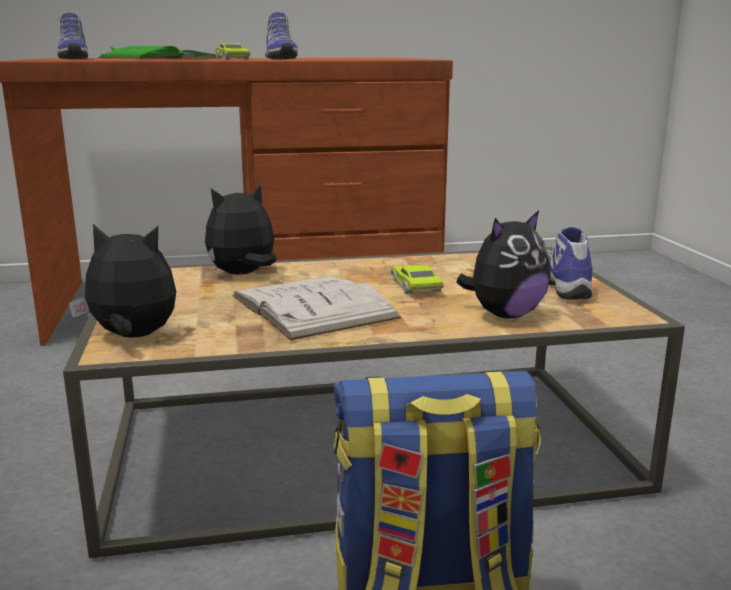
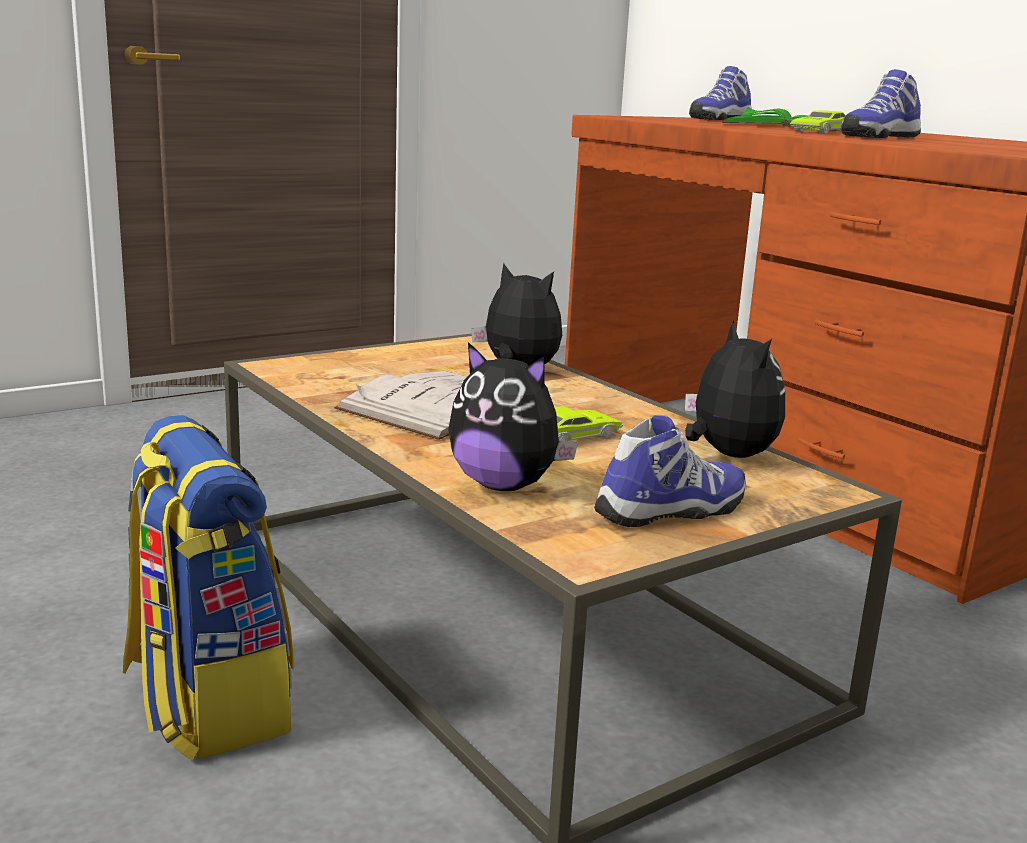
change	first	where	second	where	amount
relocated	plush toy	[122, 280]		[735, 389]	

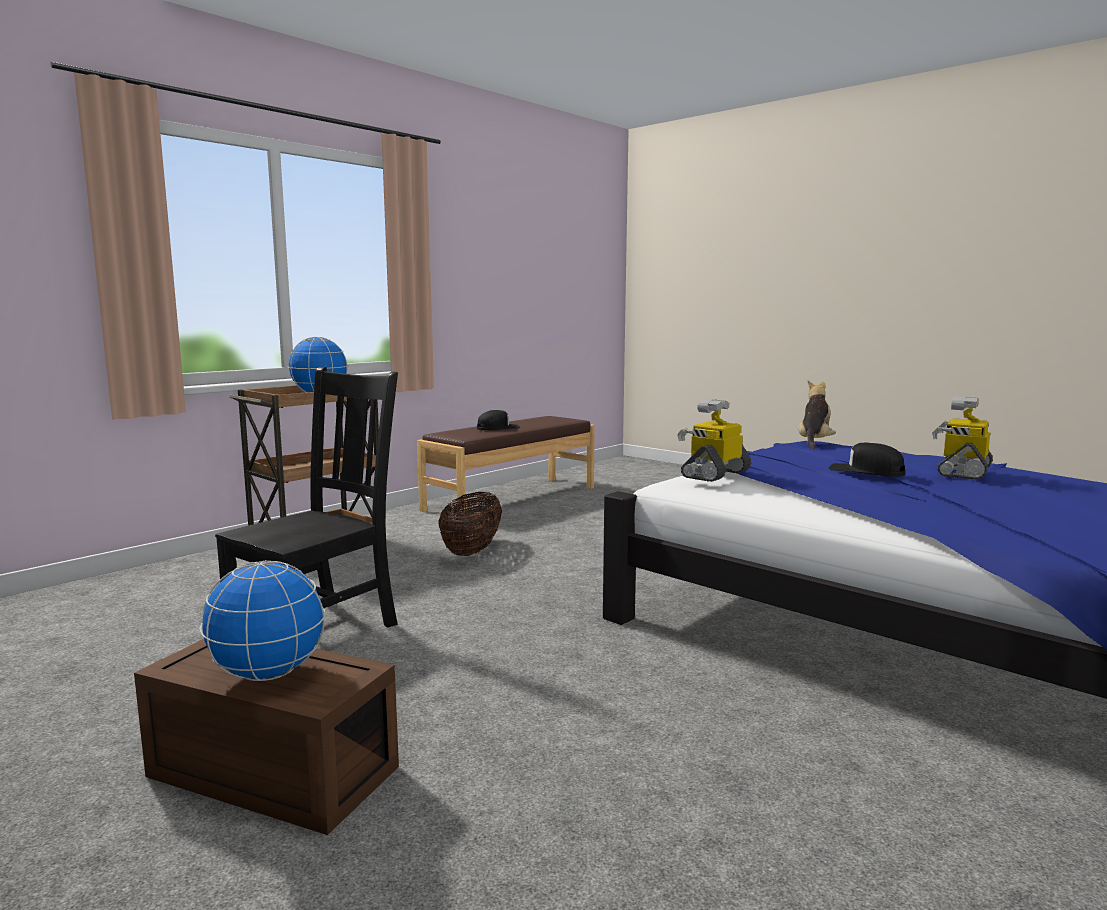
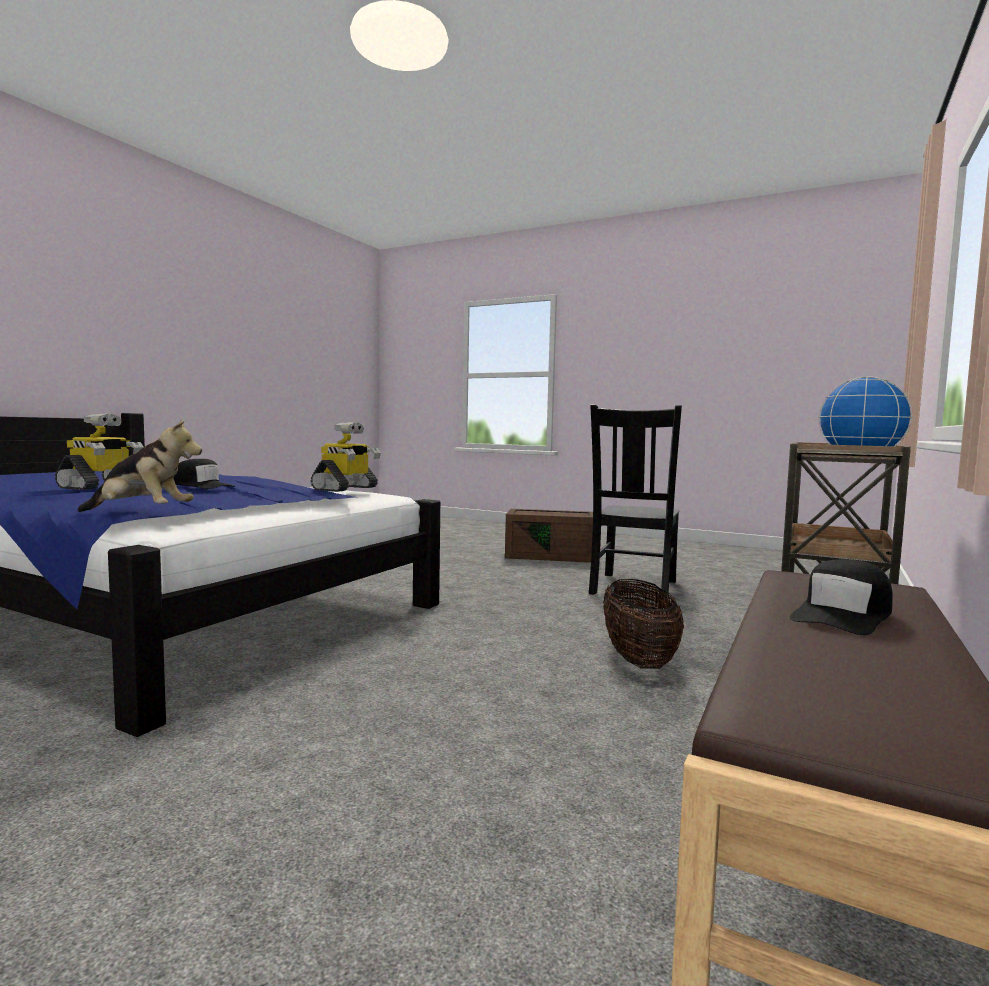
change	first	where	second	where	amount
spun	plush toy	[817, 415]		[140, 465]	90 degrees counterclockwise
missing	globe	[263, 620]			

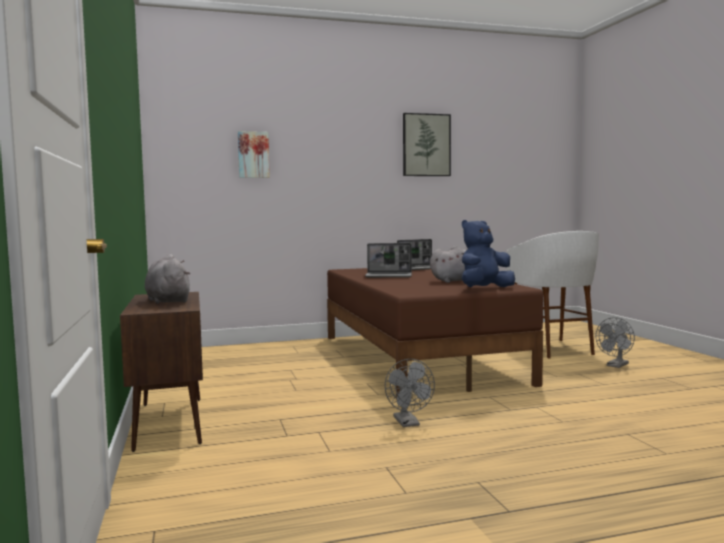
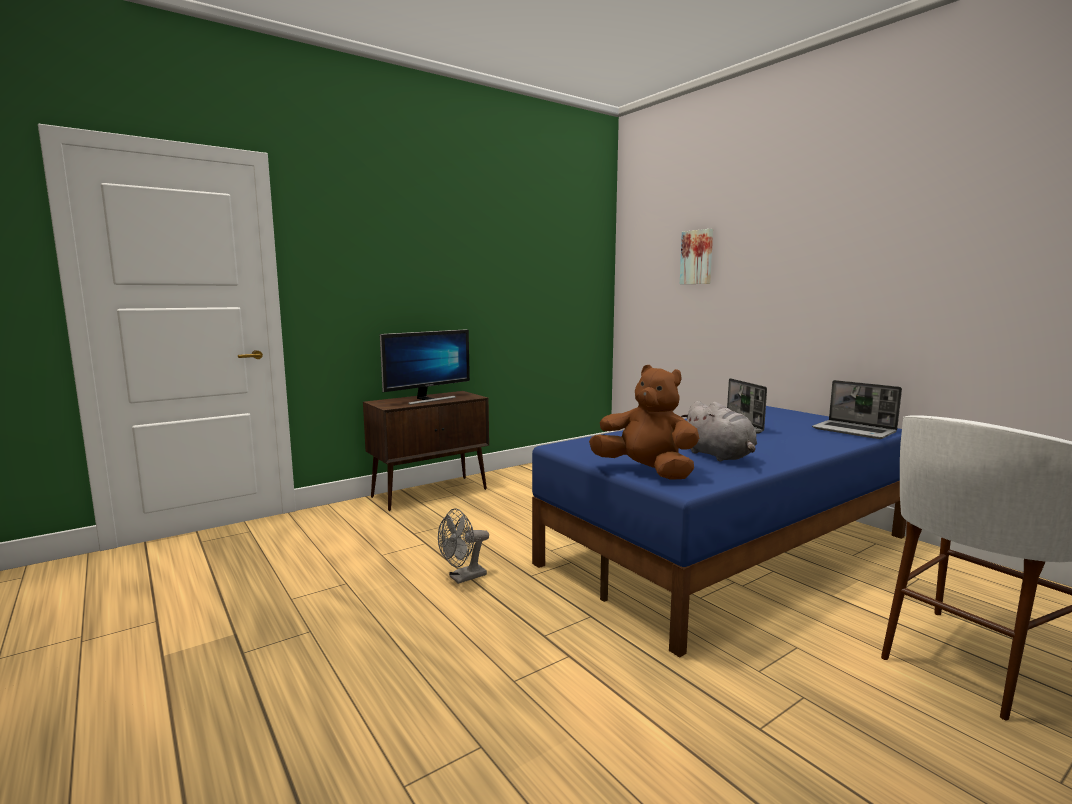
change	first	where	second	where	amount
exchanged	grey plush toy	[167, 279]	monitor	[425, 367]	
colour	brown bed	[435, 334]	blue bed	[719, 532]	
colour	blue plush toy	[488, 253]	brown plush toy	[644, 422]	
missing	picture	[427, 144]			
missing	grey fan	[615, 342]			

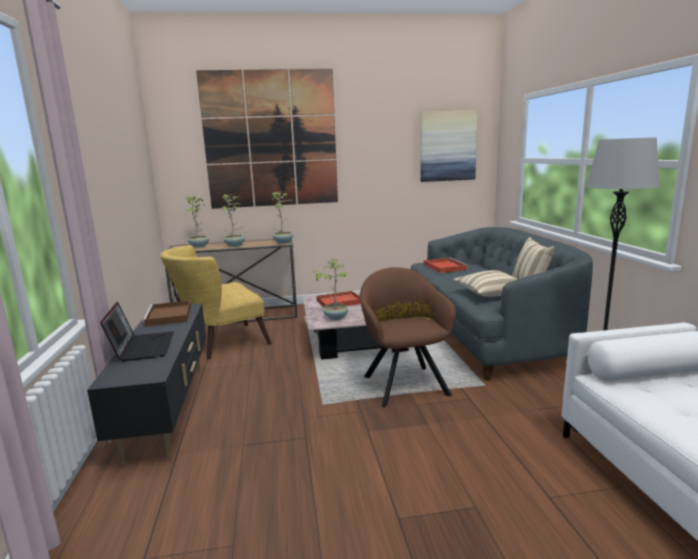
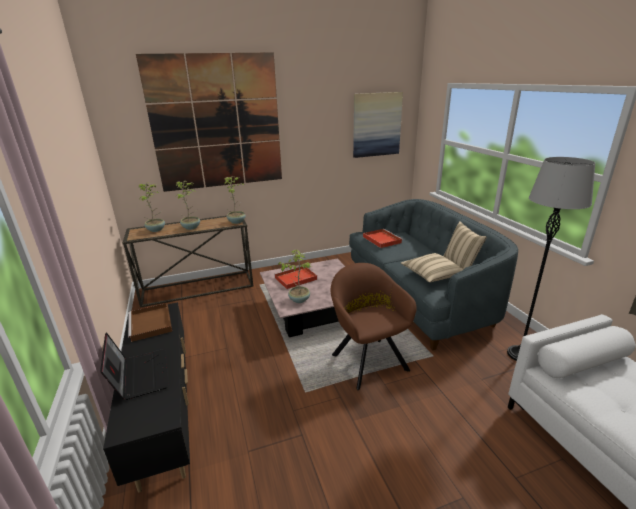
change	first	where	second	where	amount
missing	yellow armchair	[215, 302]			

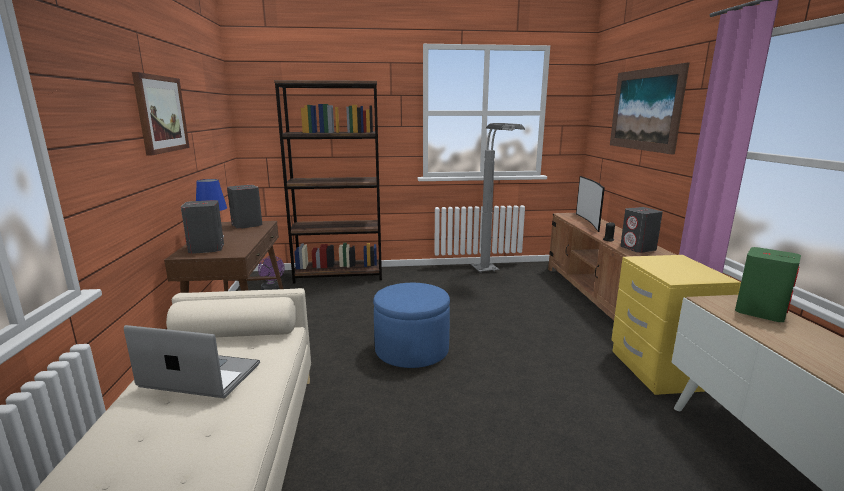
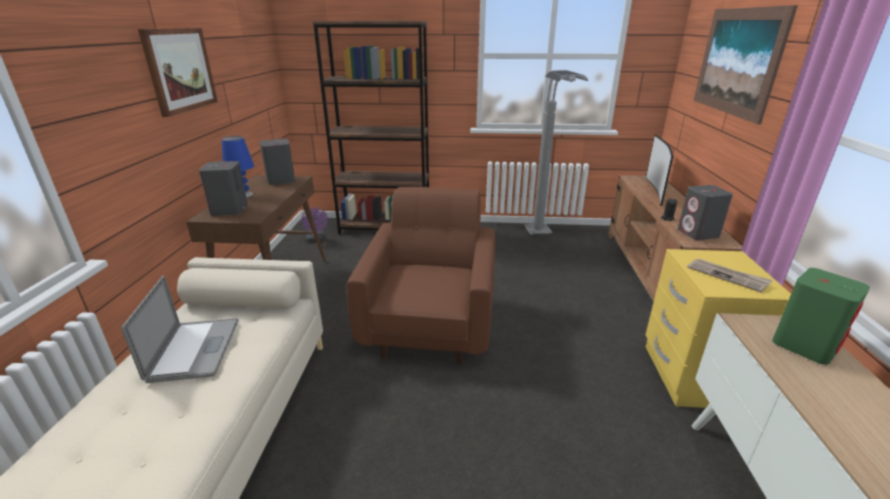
change	first	where	second	where	amount
spun	laptop	[192, 361]		[180, 329]	60 degrees clockwise
exchanged	blue ottoman	[411, 325]	brown armchair	[421, 276]	
appeared			newspaper	[730, 276]	

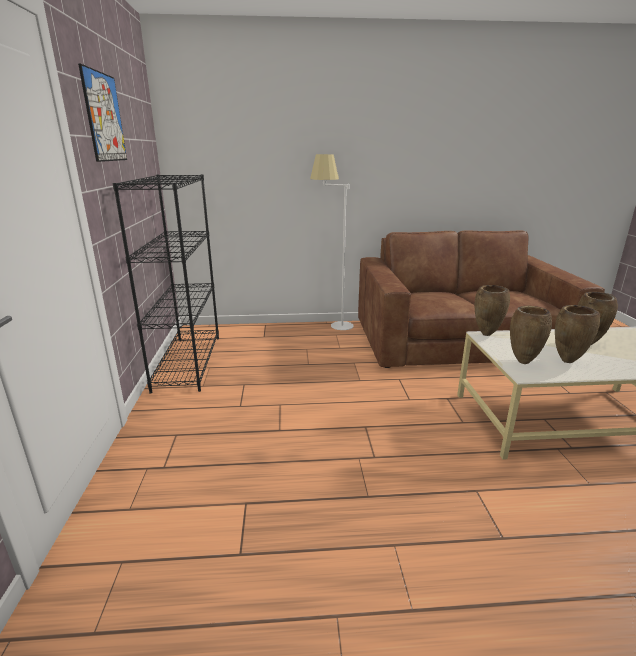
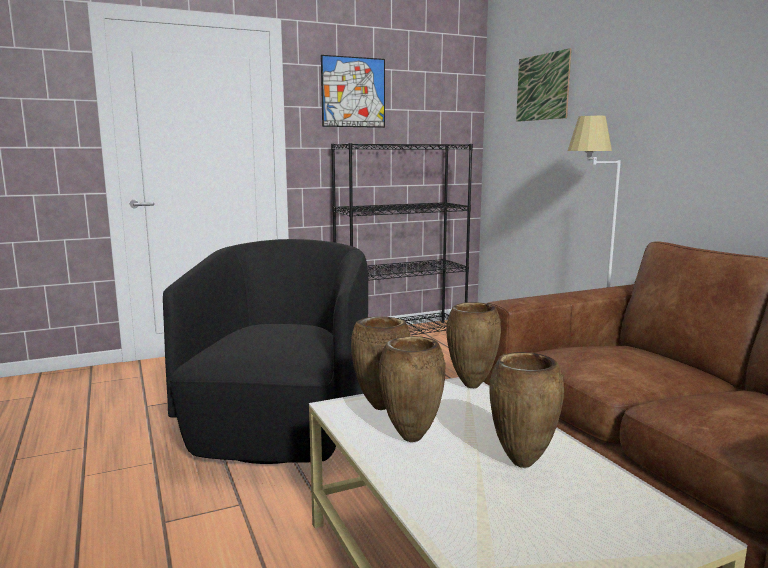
change	first	where	second	where	amount
appeared			black armchair	[265, 351]	
appeared			picture	[544, 85]	

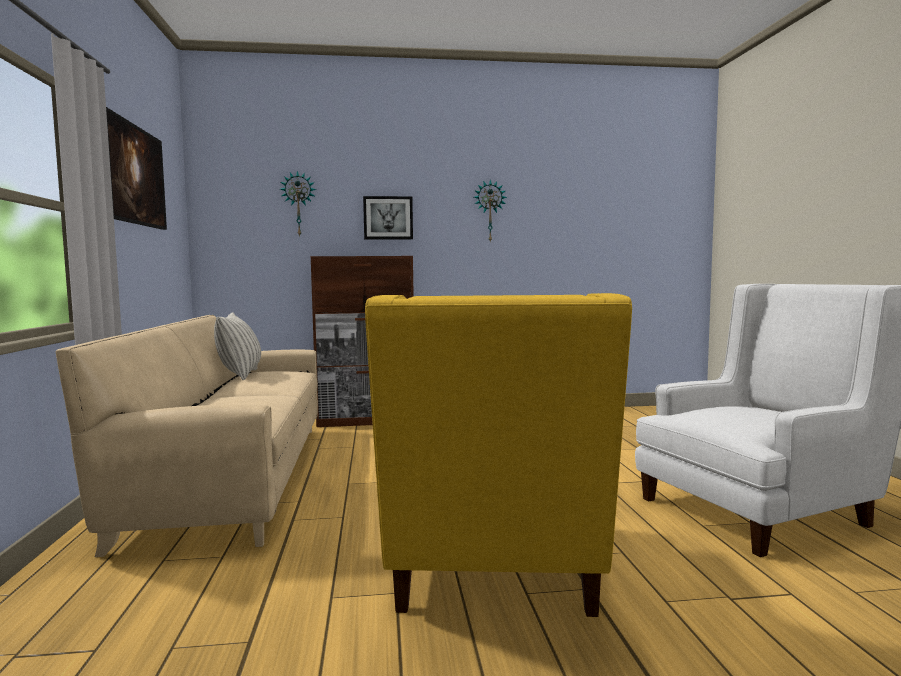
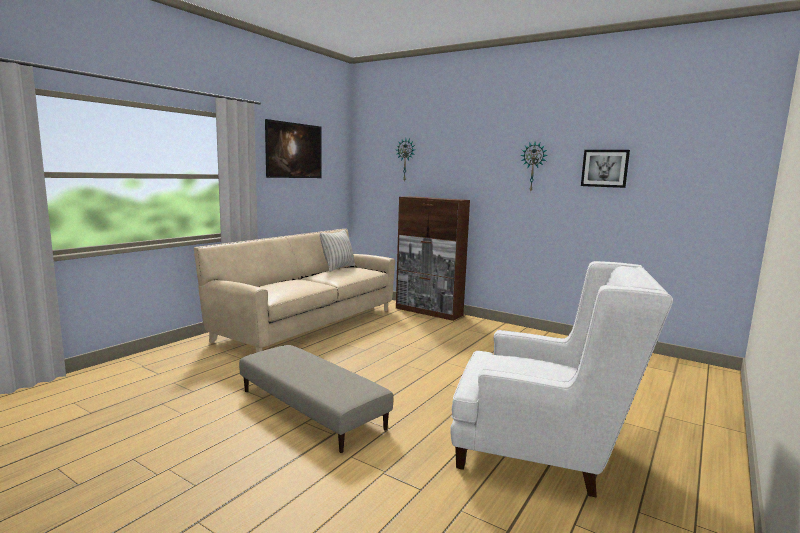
change	first	where	second	where	amount
exchanged	yellow armchair	[498, 455]	beige ottoman	[316, 399]	
relocated	picture	[388, 217]		[605, 169]	

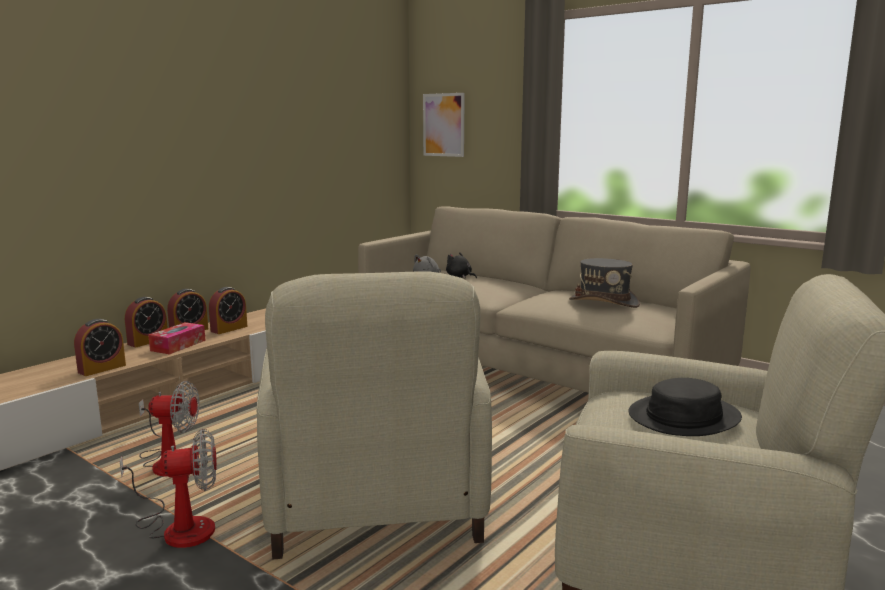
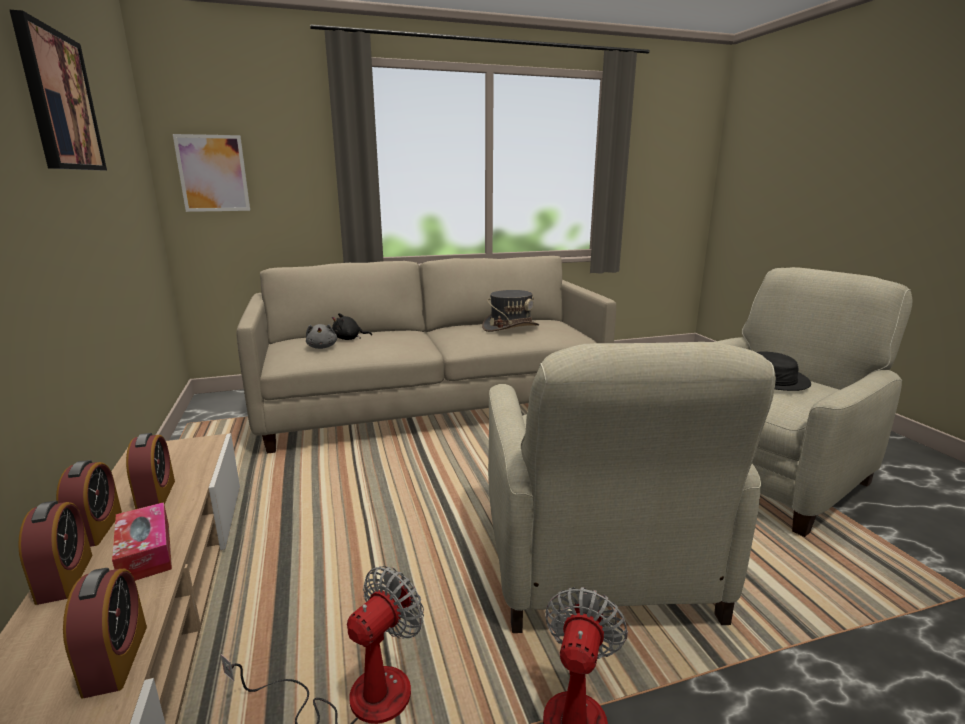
change	first	where	second	where	amount
appeared			picture	[58, 90]	
spun	beige armchair	[374, 415]		[632, 487]	60 degrees clockwise

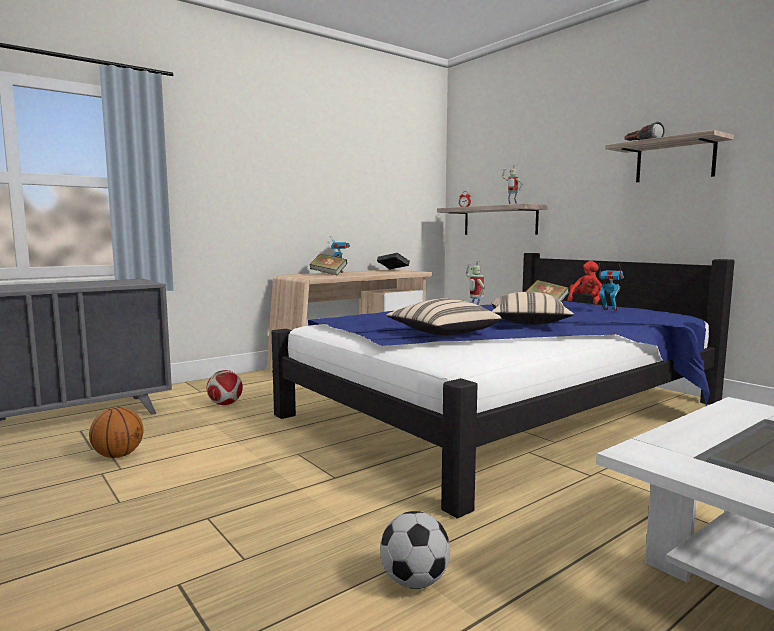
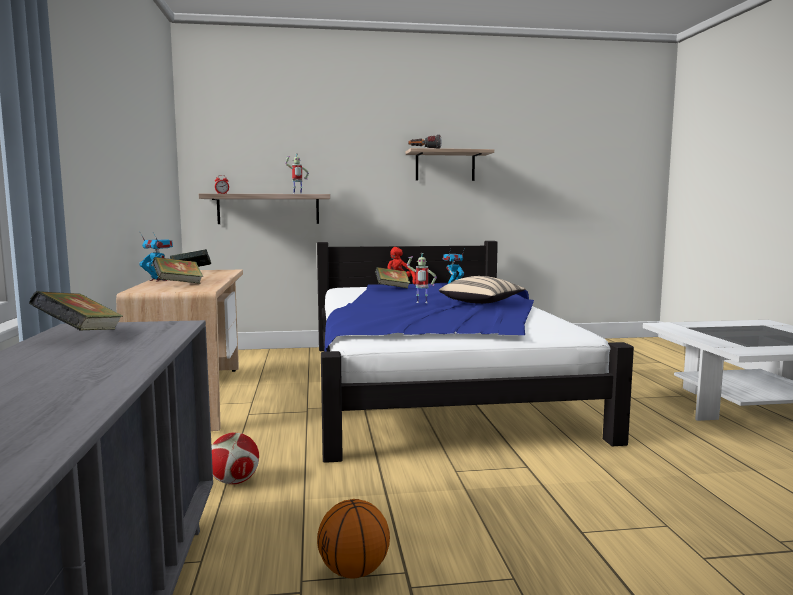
change	first	where	second	where	amount
appeared			book	[76, 311]	
missing	football	[415, 550]			
missing	beige pillow	[443, 316]			

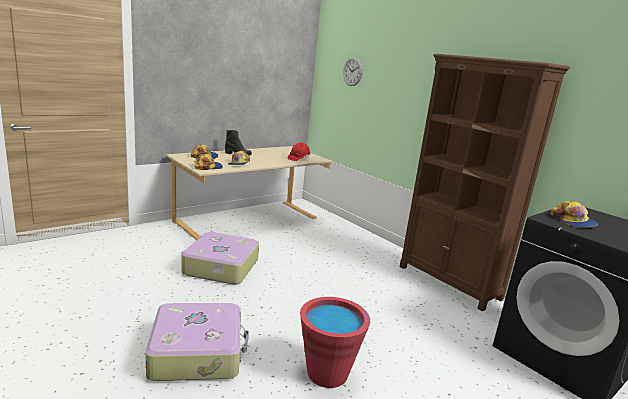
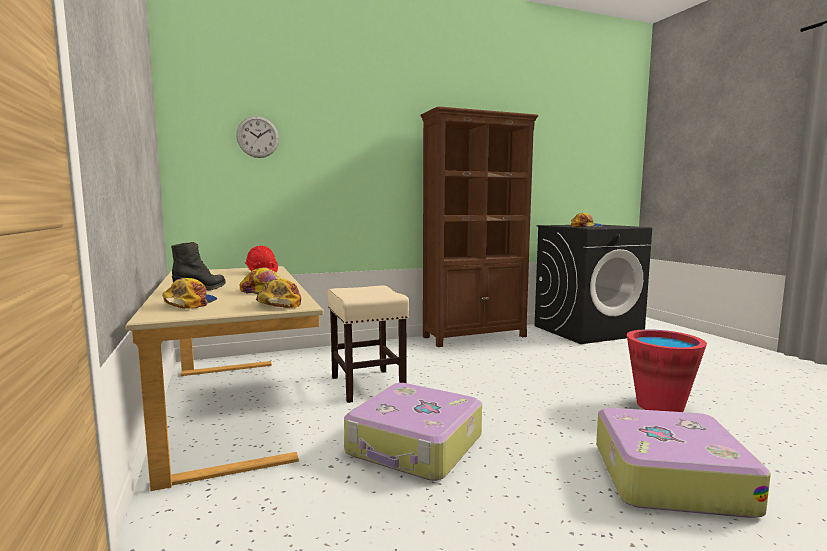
change	first	where	second	where	amount
appeared			beige stool	[368, 344]	

